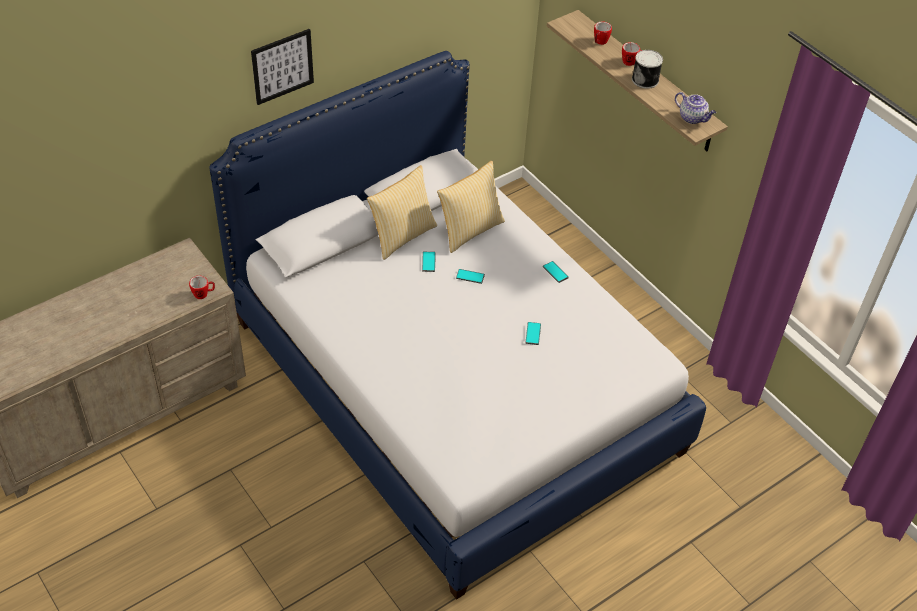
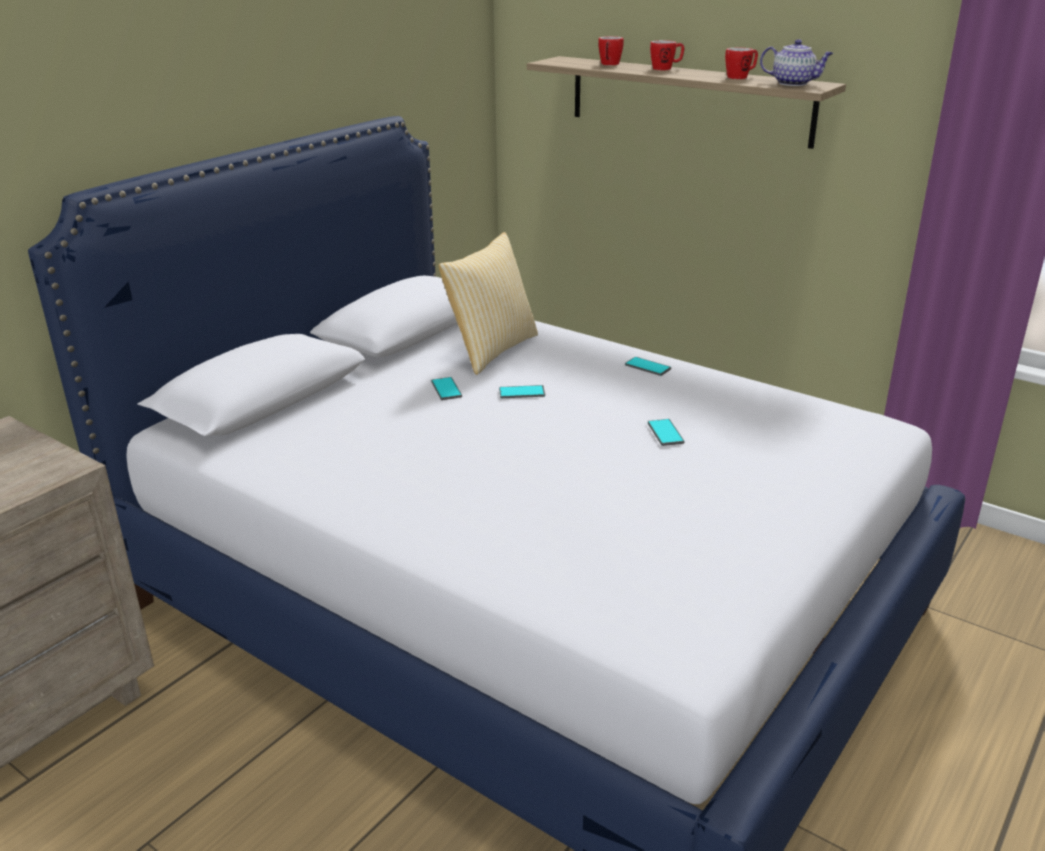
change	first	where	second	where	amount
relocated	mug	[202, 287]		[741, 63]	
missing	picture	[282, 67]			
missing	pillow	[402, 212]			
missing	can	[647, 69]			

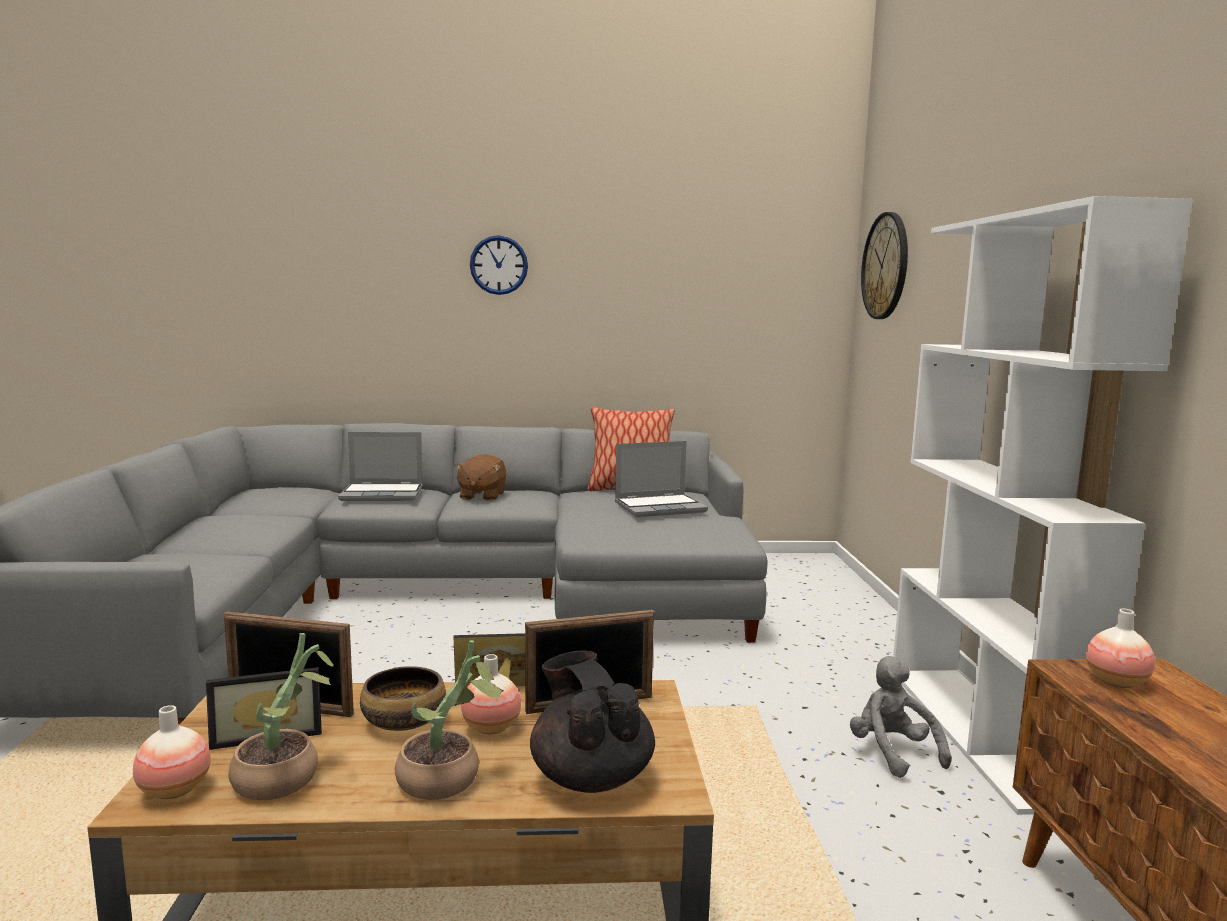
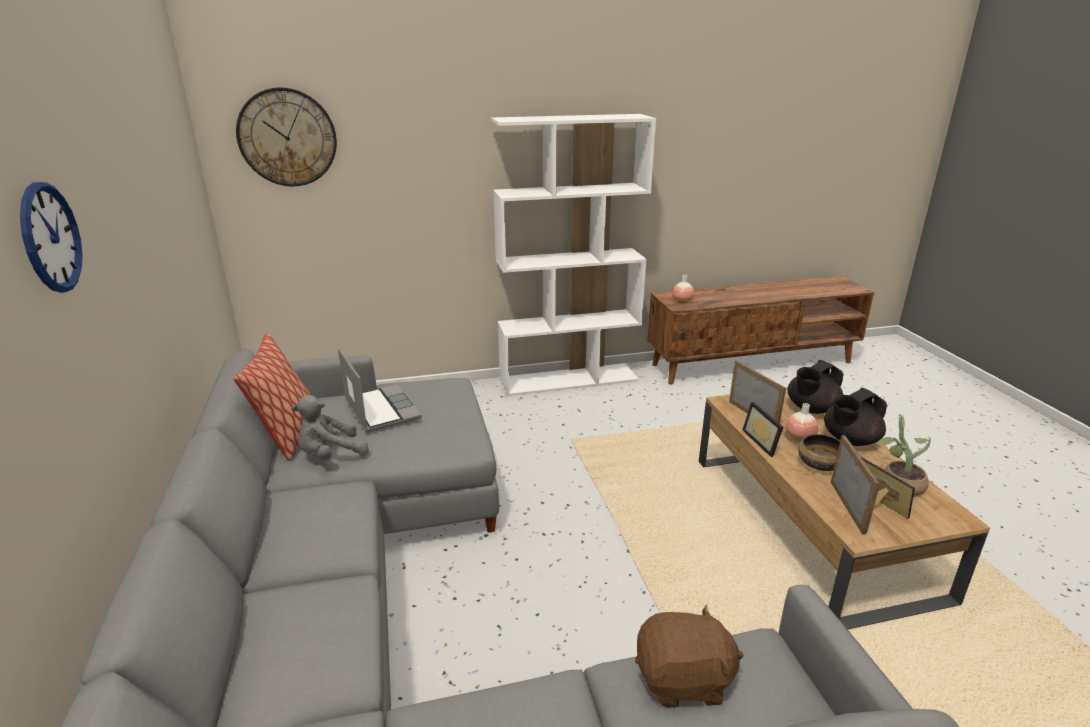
change	first	where	second	where	amount
relocated	grey plush toy	[901, 717]		[330, 427]	
relocated	brown plush toy	[480, 477]		[689, 656]	
exchanged	potted plant	[449, 720]	black teapot	[855, 417]	
missing	vase	[172, 752]			
missing	laptop	[380, 466]			

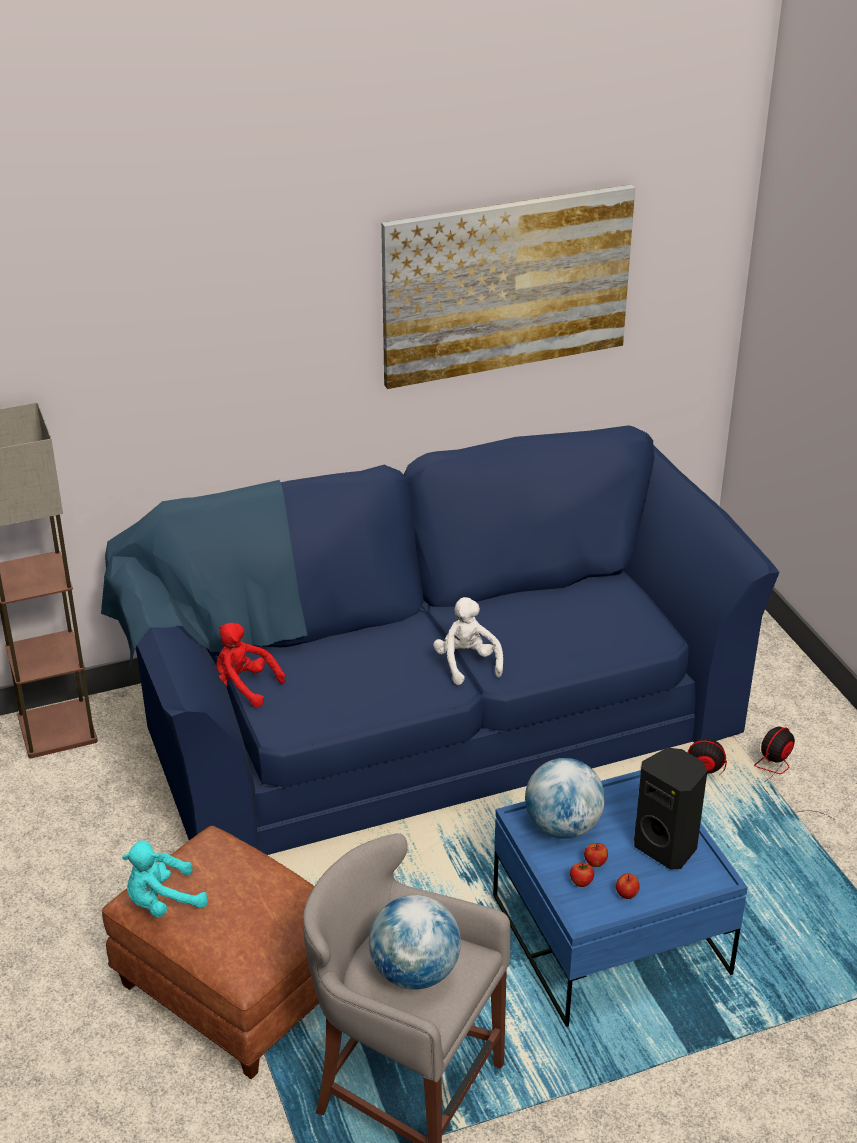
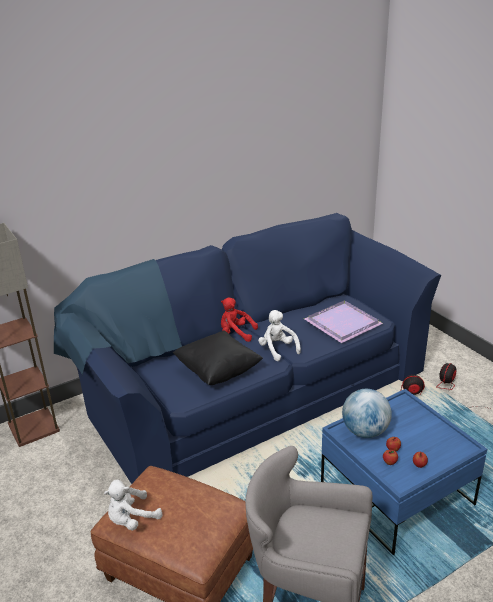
change	first	where	second	where	amount
colour	turquoise plush toy	[165, 879]	white plush toy	[133, 505]	
appeared			black pillow	[218, 358]	
relocated	red plush toy	[251, 664]		[239, 319]	
appeared			purple tray	[343, 321]	
missing	globe	[415, 942]			
missing	picture	[508, 286]			
missing	black speaker	[670, 809]			

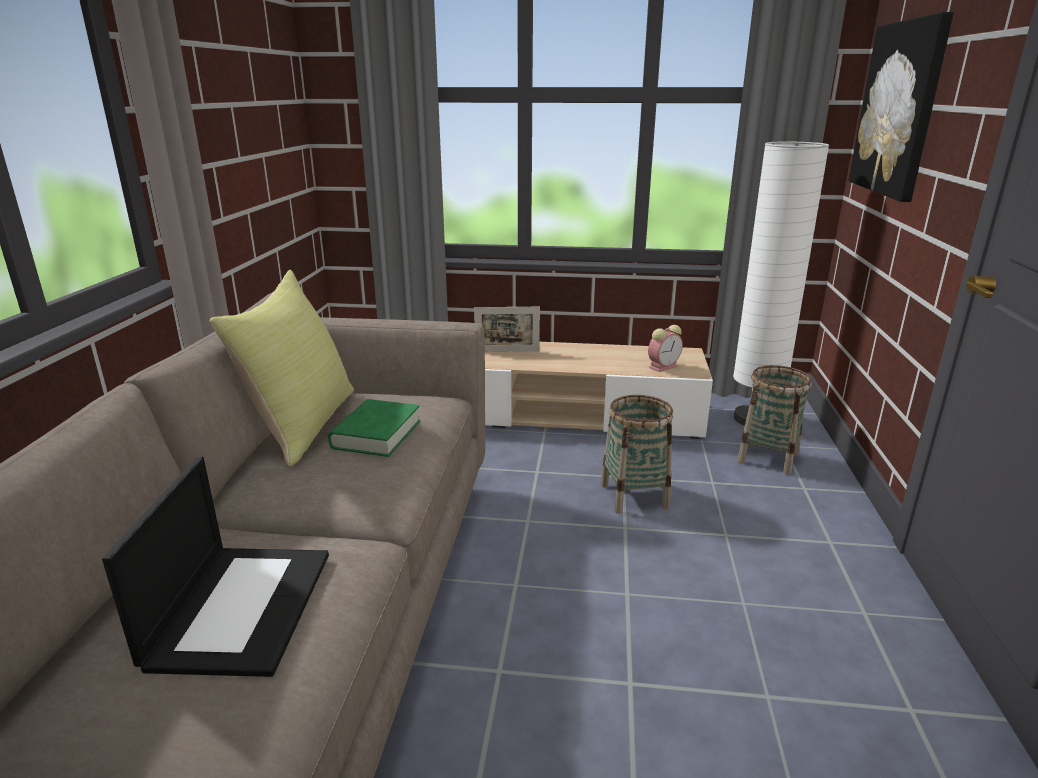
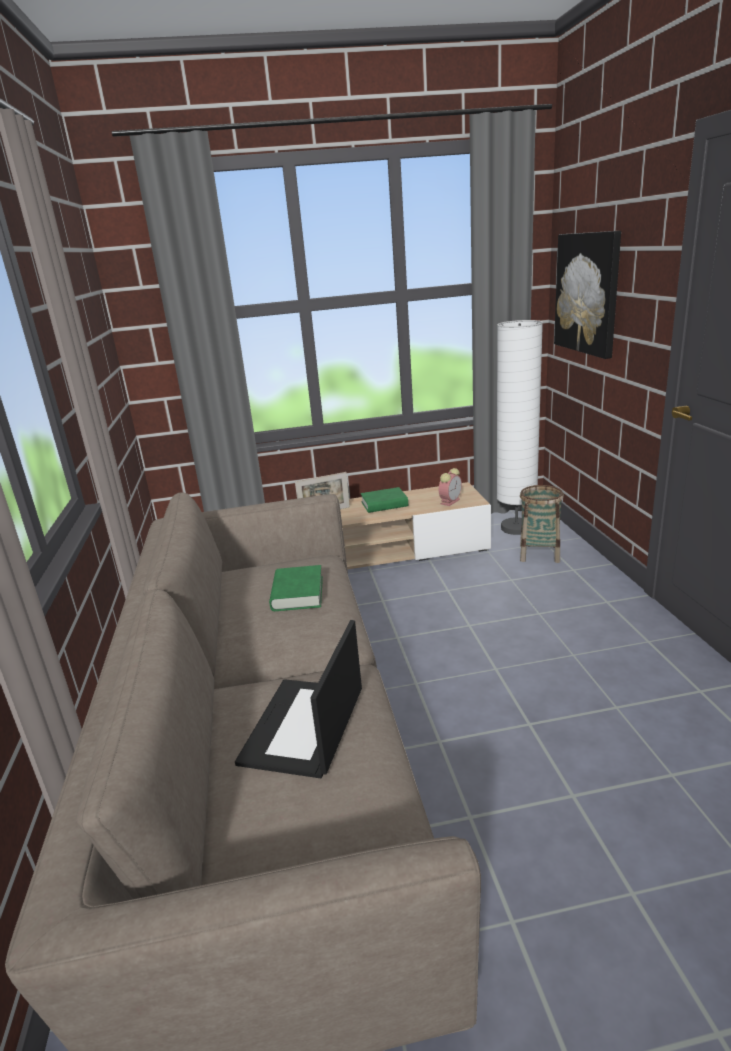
change	first	where	second	where	amount
spun	laptop	[215, 567]		[298, 699]	150 degrees counterclockwise
appeared			green book	[384, 500]	
missing	yellow pillow	[282, 368]			
missing	basket	[636, 454]			

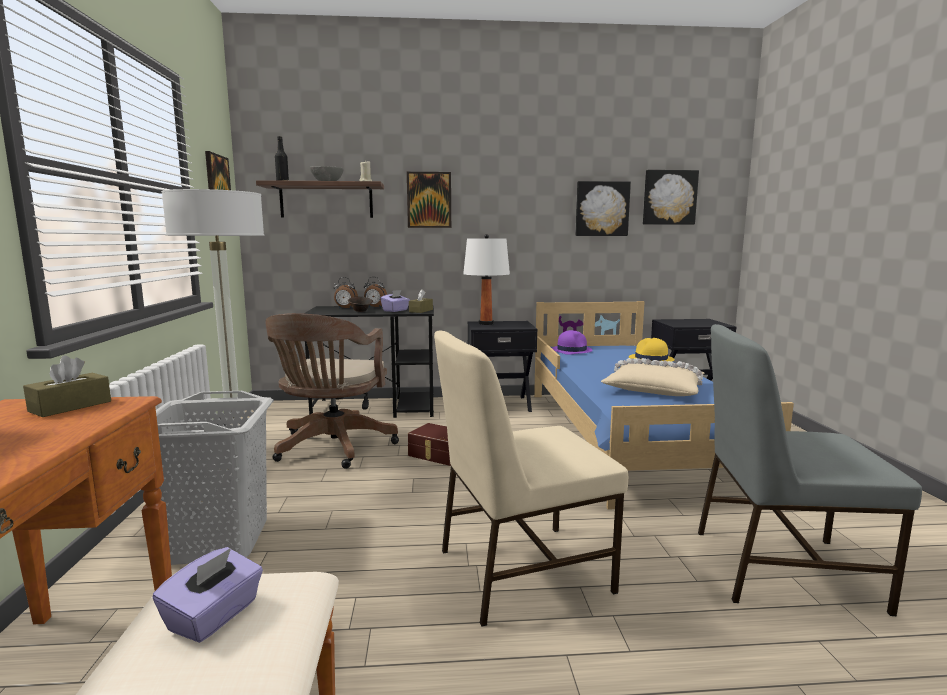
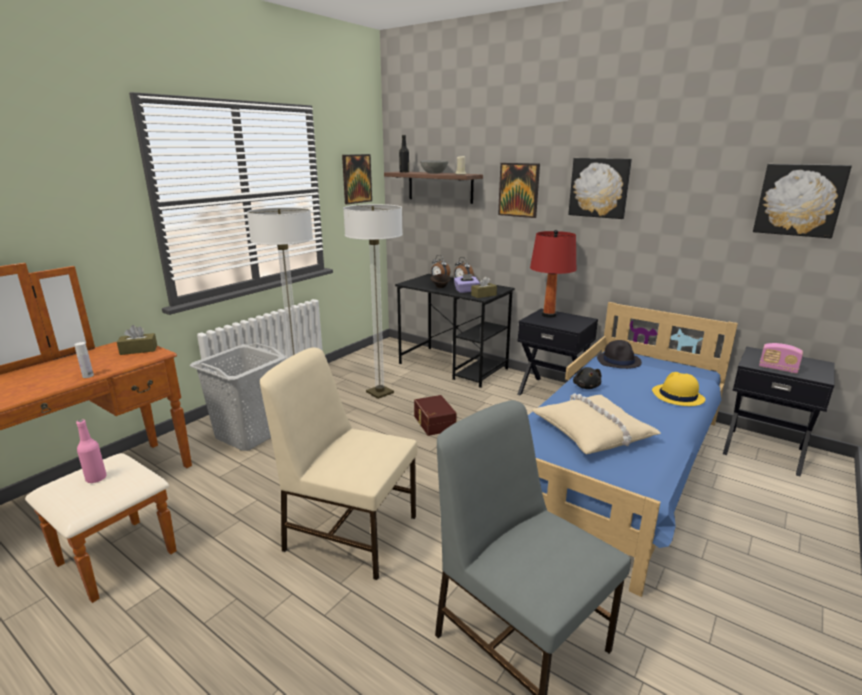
change	first	where	second	where	amount
appeared			white bottle	[84, 360]	
exchanged	purple tissue box	[207, 595]	pink bottle	[91, 451]	
exchanged	brown office chair	[332, 391]	floor lamp	[373, 301]	
colour	white table lamp	[486, 279]	red table lamp	[553, 274]	
relocated	picture	[603, 208]		[600, 188]	
appeared			black plush toy	[587, 378]	
colour	purple hat	[572, 342]	black hat	[619, 354]	
appeared			radio	[781, 358]	

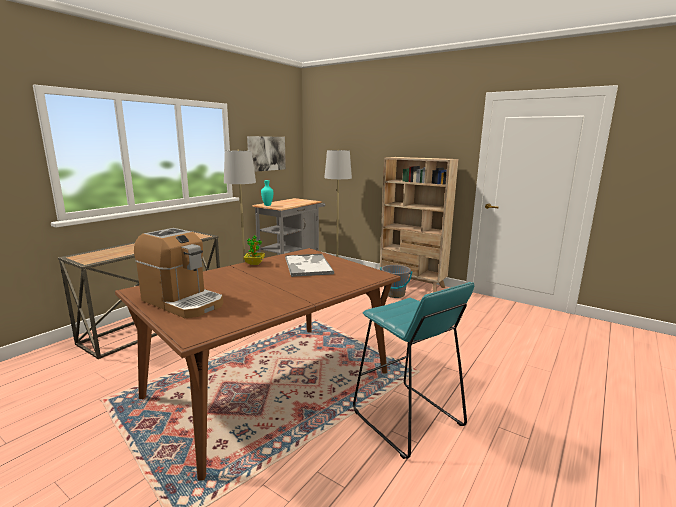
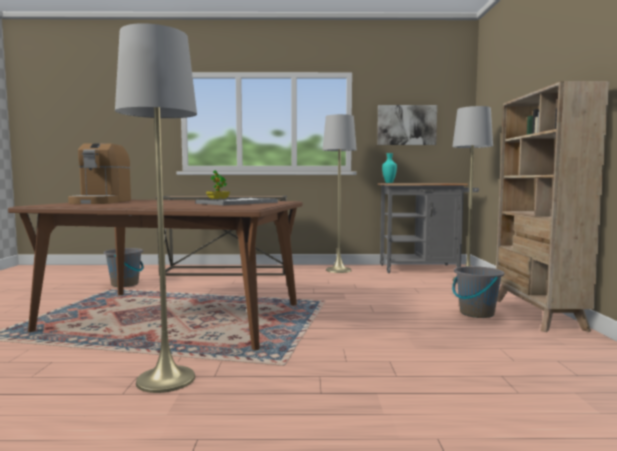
change	first	where	second	where	amount
appeared			grey bucket	[123, 267]	
exchanged	turquoise stool	[413, 370]	grey floor lamp	[156, 208]	

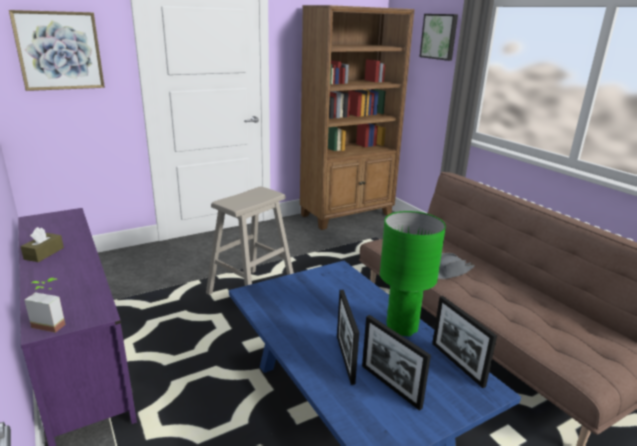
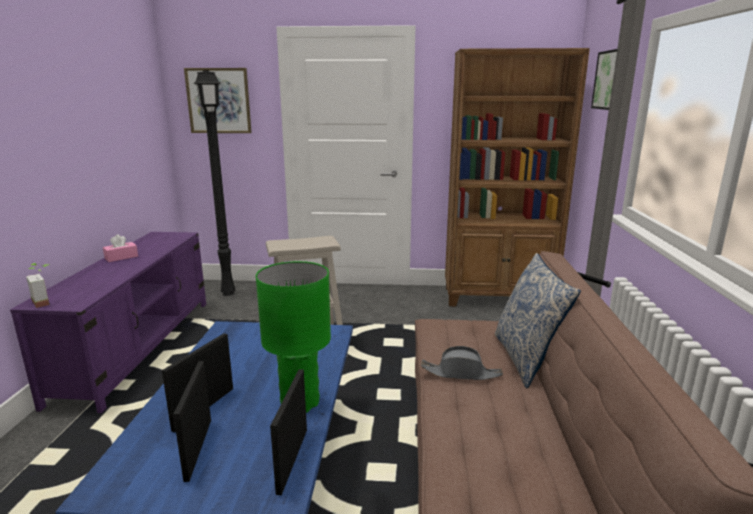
change	first	where	second	where	amount
colour	brown tissue box	[42, 244]	pink tissue box	[120, 248]	
appeared			black floor lamp	[214, 183]	
appeared			pillow	[538, 320]	

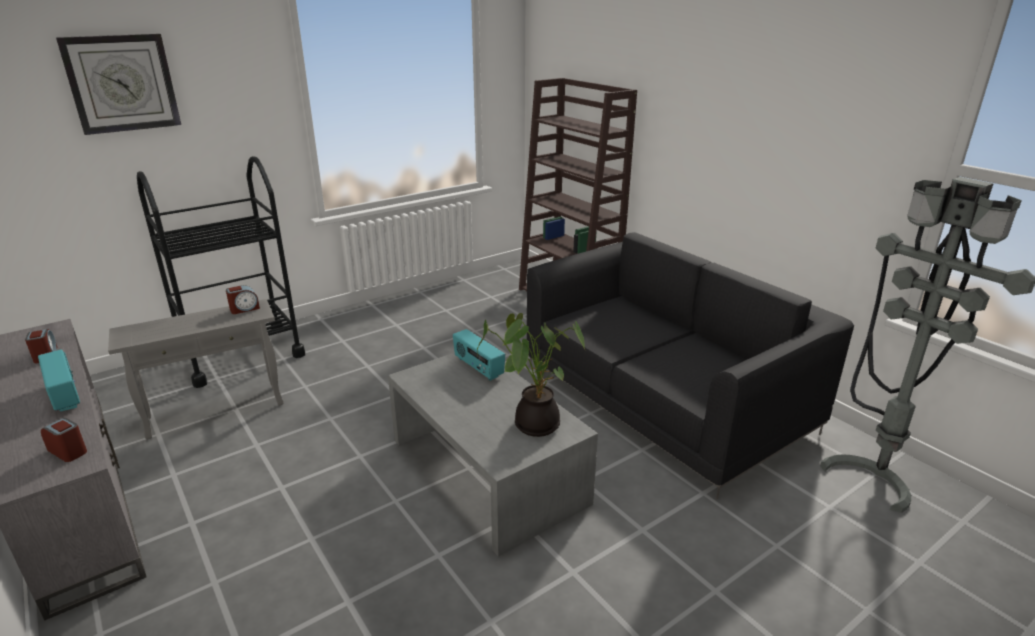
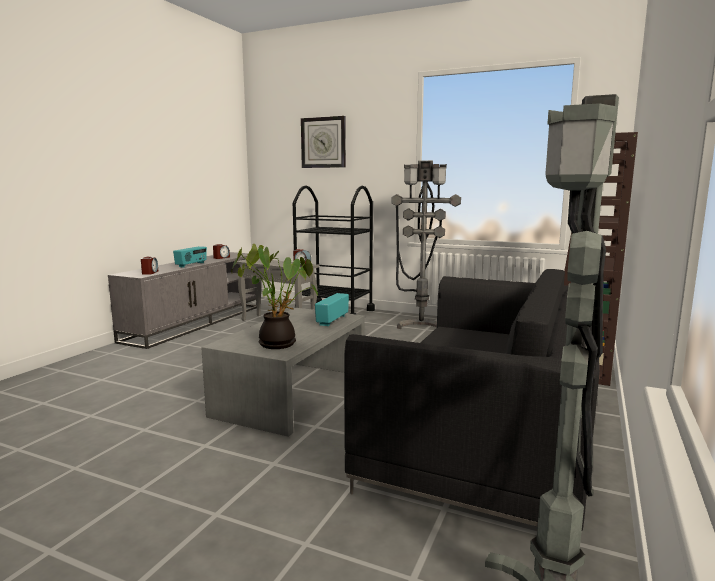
change	first	where	second	where	amount
appeared			grey floor lamp	[426, 244]	

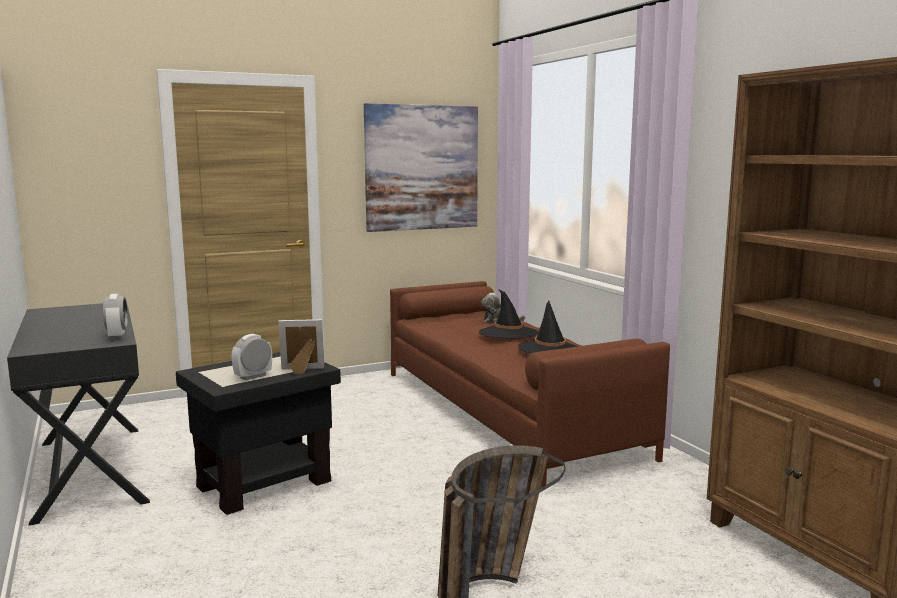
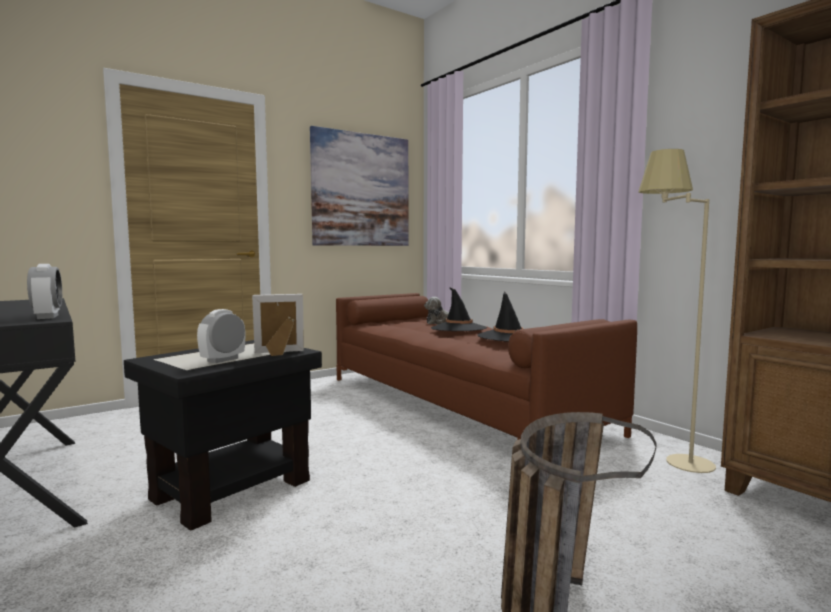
change	first	where	second	where	amount
appeared			beige floor lamp	[677, 311]	

